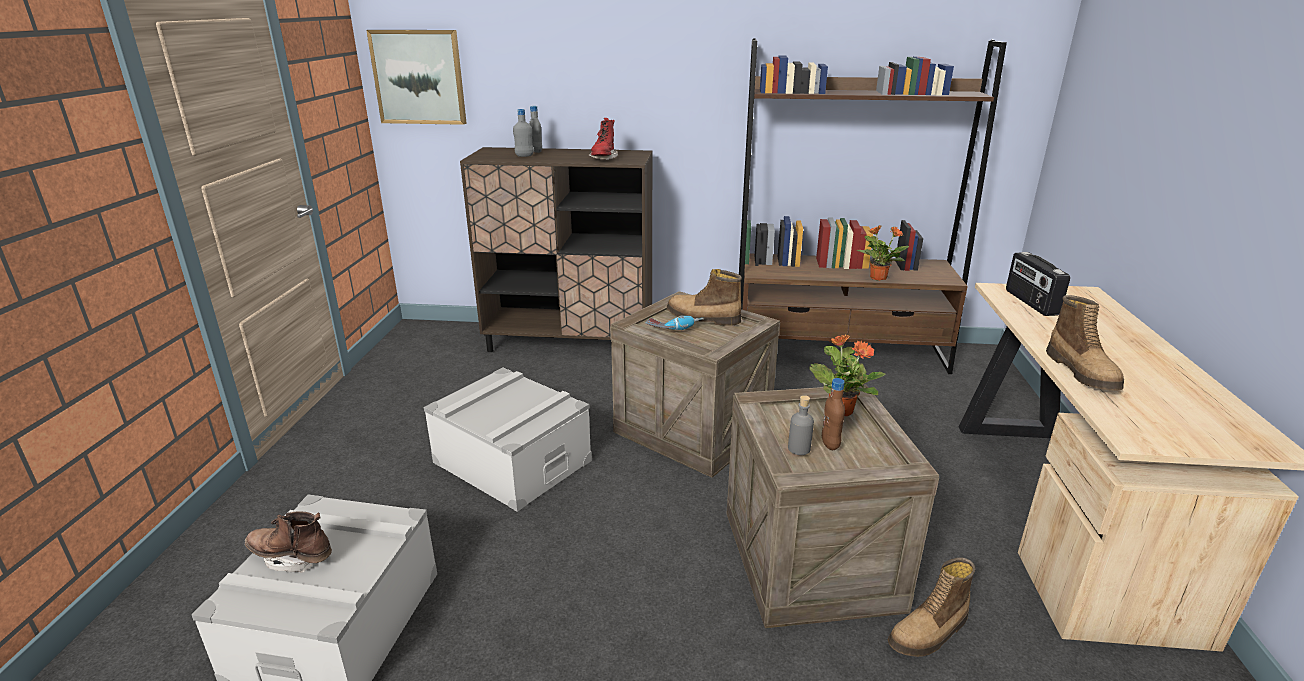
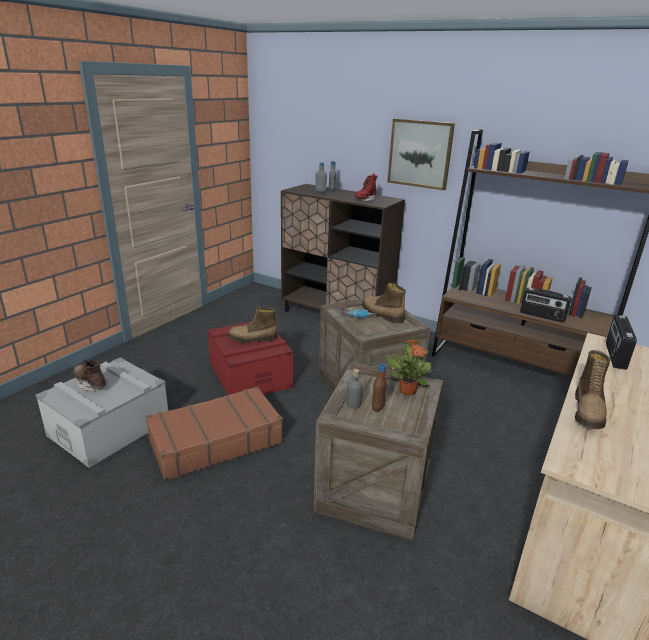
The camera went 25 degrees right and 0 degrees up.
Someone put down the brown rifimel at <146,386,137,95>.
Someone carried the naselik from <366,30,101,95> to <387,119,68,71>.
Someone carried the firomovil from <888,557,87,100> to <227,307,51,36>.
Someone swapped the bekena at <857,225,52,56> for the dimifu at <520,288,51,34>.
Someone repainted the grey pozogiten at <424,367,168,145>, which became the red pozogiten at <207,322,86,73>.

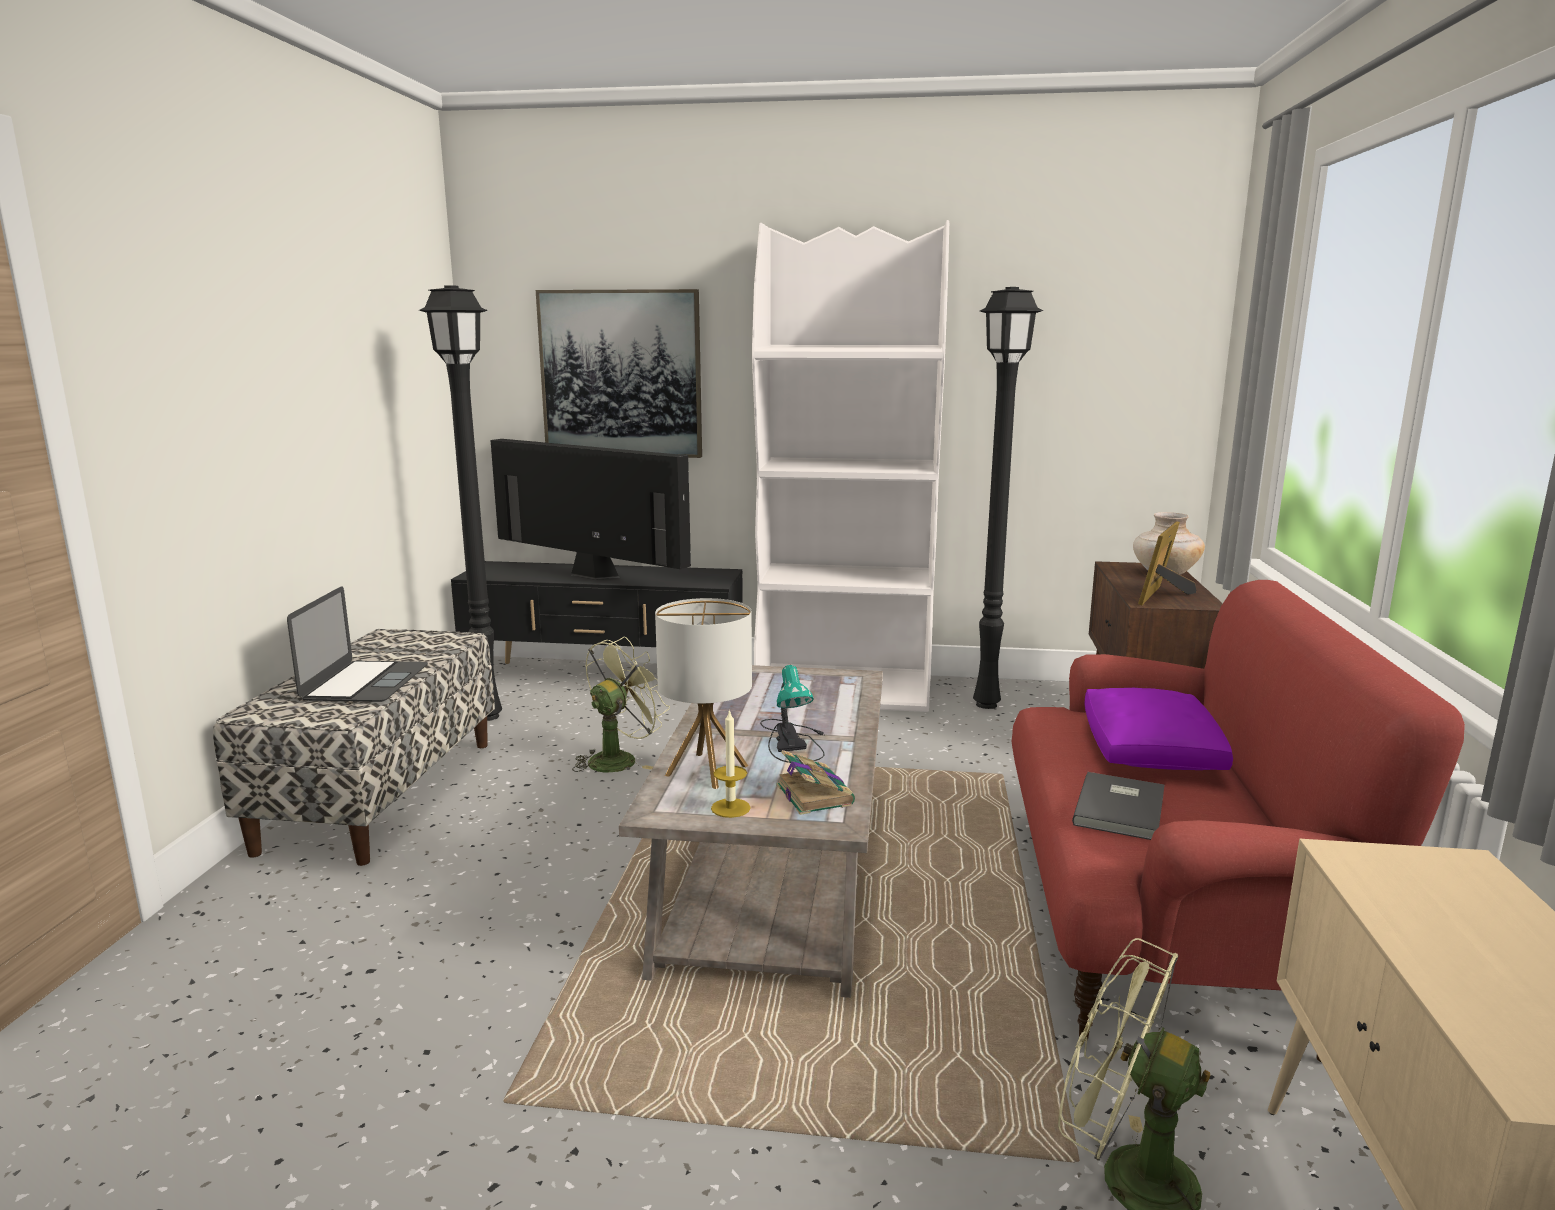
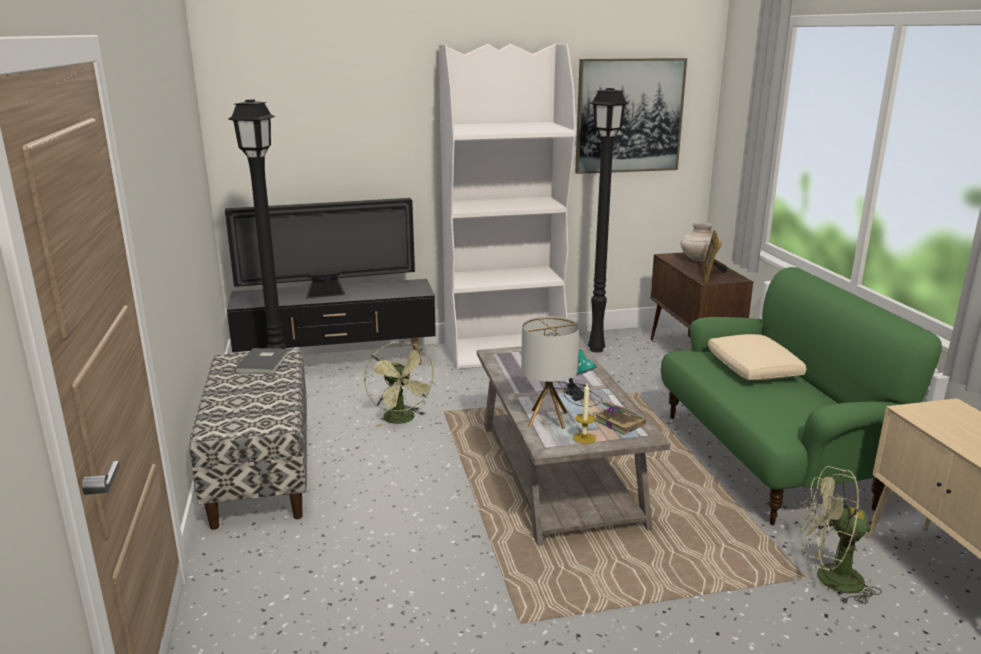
The camera went 20 degrees left and 5 degrees up.
Someone took away the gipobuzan at <287,586,141,116>.
Someone carried the naselik from <536,289,166,169> to <575,58,112,116>.
Someone carried the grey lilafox from <1072,772,92,68> to <234,348,55,26>.
Someone repainted the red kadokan at <1012,580,453,483>, which became the green kadokan at <661,267,281,258>.
Someone repainted the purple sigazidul at <1085,688,148,82>, which became the beige sigazidul at <708,334,99,46>.
Someone rotated the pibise at <490,439,201,141> by 150 degrees clockwise.
Someone rotated the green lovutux at <572,637,98,135> by 135 degrees clockwise.

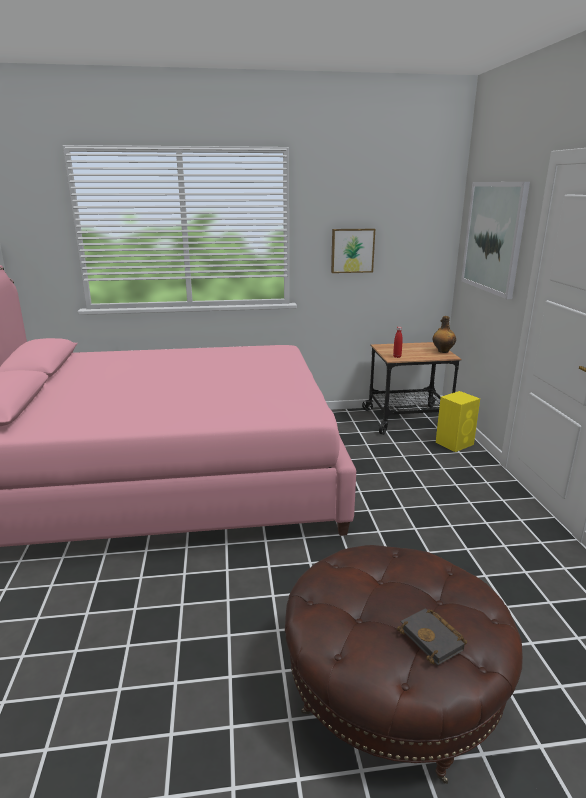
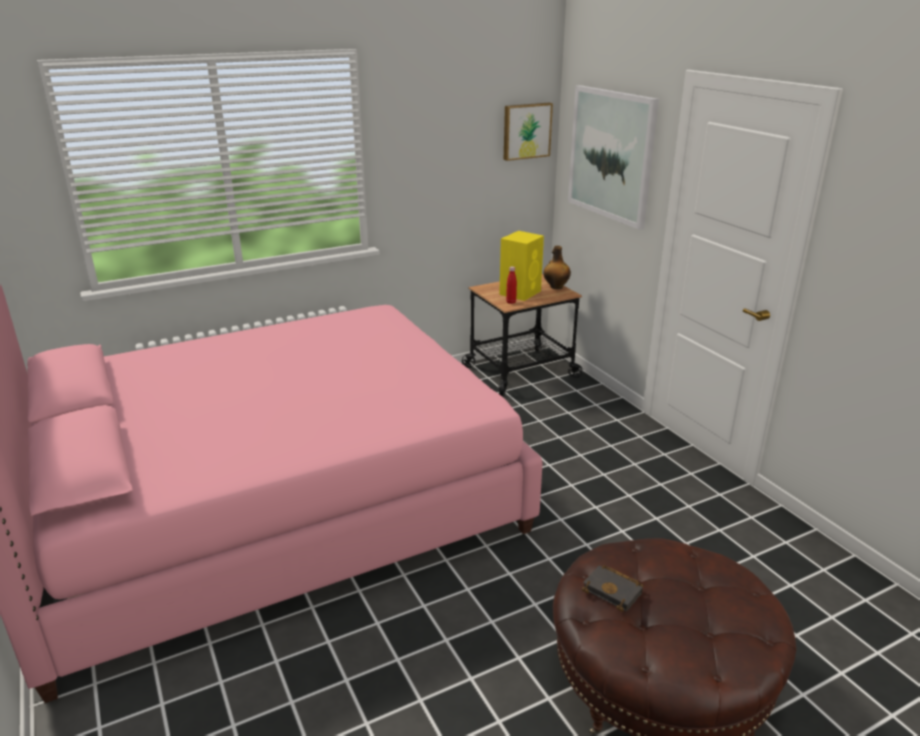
The camera went 20 degrees left and 5 degrees up.
Someone carried the naselik from <331,229,44,44> to <504,103,49,58>.
Someone carried the black lilafox from <397,608,70,57> to <582,565,61,47>.
Someone carried the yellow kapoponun from <436,391,44,61> to <499,231,45,70>.

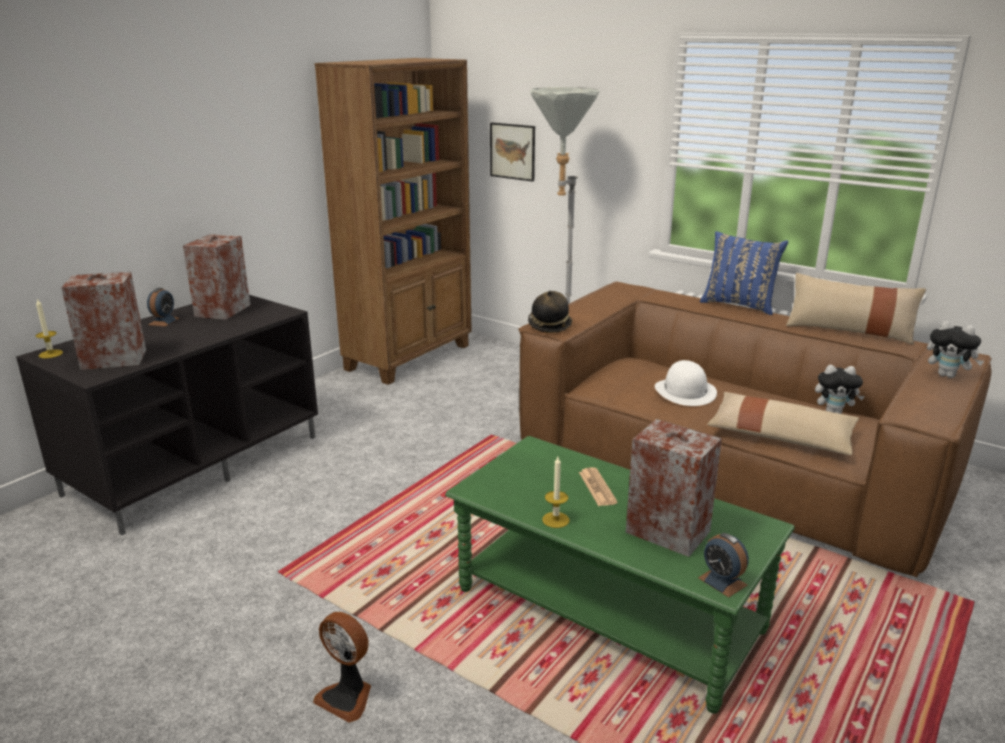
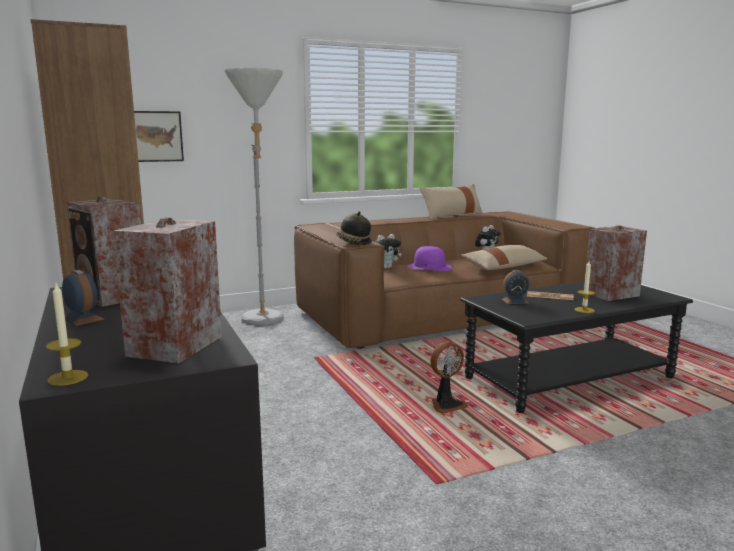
The camera went 60 degrees left and 10 degrees down.
Someone took away the blue sigazidul at <700,231,88,84>.
Someone carried the lovutux from <313,612,58,111> to <430,342,38,72>.
Someone carried the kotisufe from <698,533,51,64> to <501,270,29,34>.
Someone carried the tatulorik from <927,321,57,57> to <376,234,26,35>.
Someone repainted the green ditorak at <445,436,350,278>, which became the black ditorak at <460,281,233,132>.
Someone repainted the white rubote at <655,360,62,46>, which became the purple rubote at <407,246,45,25>.

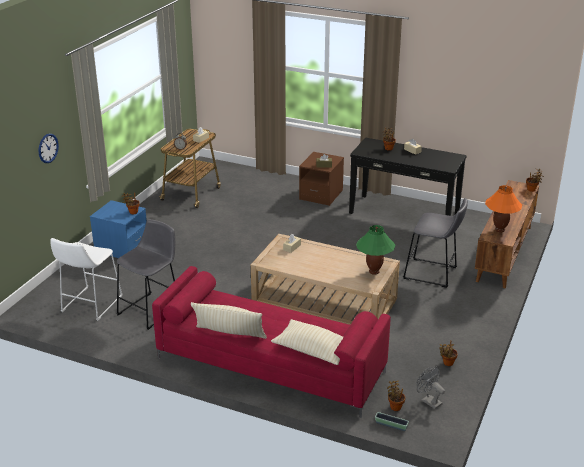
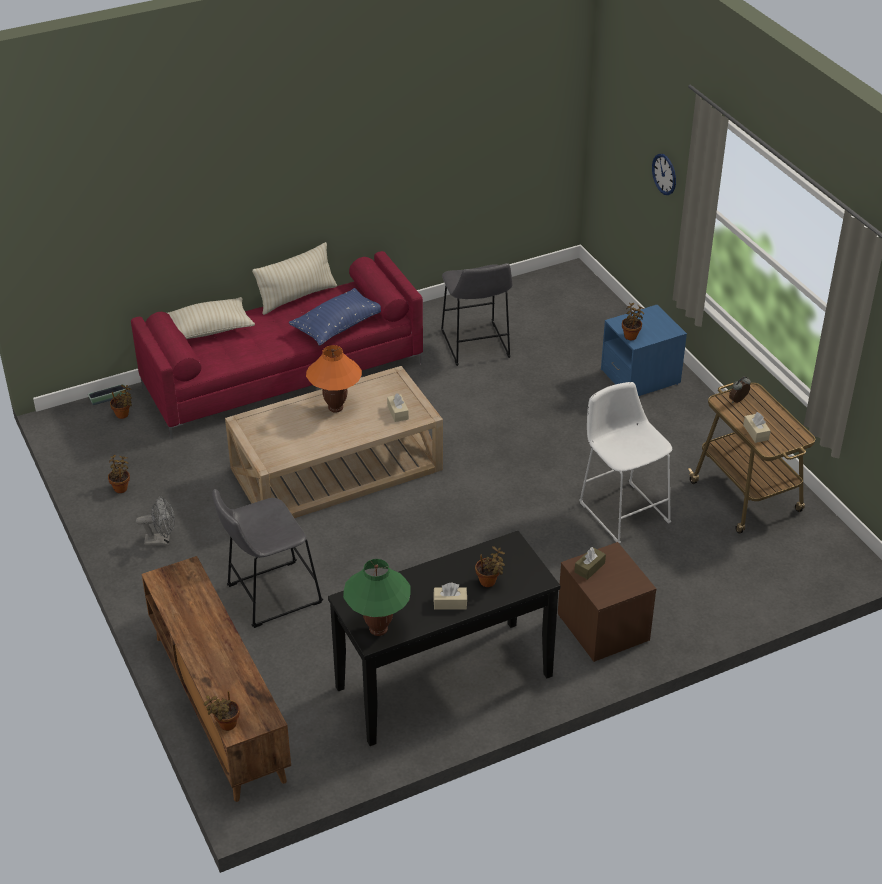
The camera went 130 degrees right and 10 degrees up.
Someone put down the blue sigazidul at <289,288,92,58>.
Someone carried the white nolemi from <50,238,73,83> to <579,382,93,162>.
Someone carried the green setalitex from <356,225,39,50> to <343,559,68,77>.
Someone carried the grey lovutux from <417,367,28,42> to <136,496,39,50>.
Someone carried the orange setalitex from <485,185,37,47> to <306,345,56,68>.

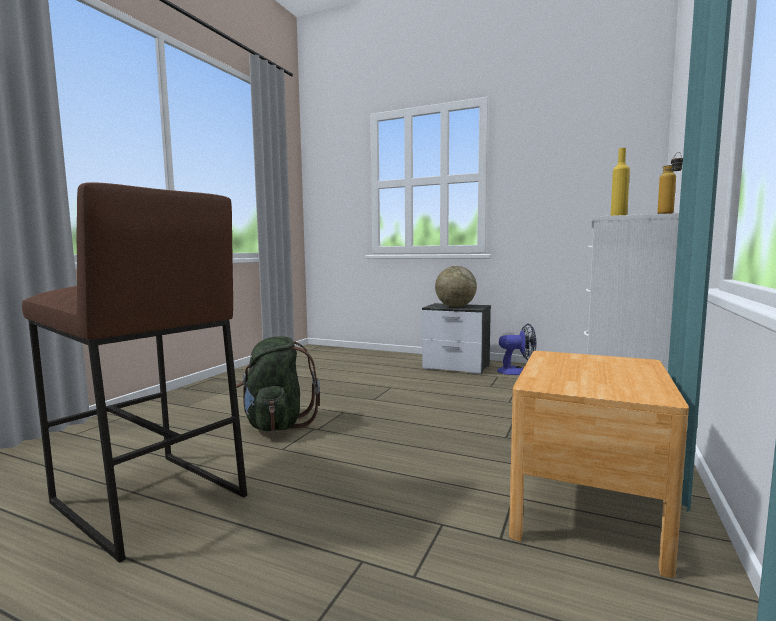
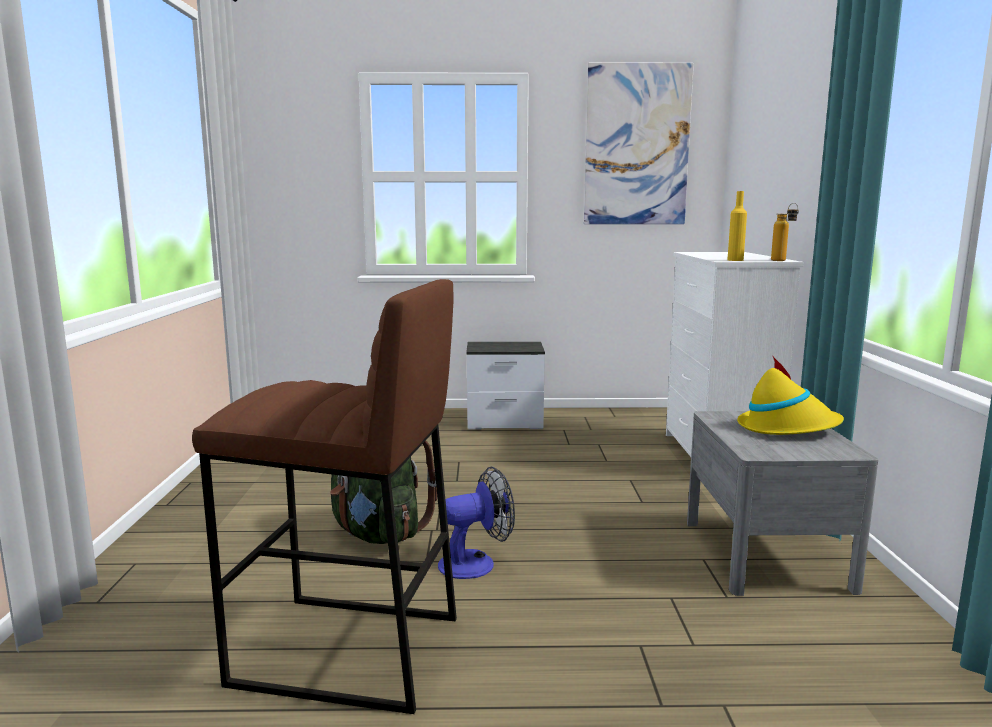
The camera went 25 degrees left and 5 degrees up.
Someone took away the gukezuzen at <435,266,42,41>.
Someone put up the naselik at <584,62,110,162>.
Someone put down the yellow rubote at <737,355,107,80>.
Someone carried the lovutux from <497,324,39,51> to <438,466,77,113>.
Someone repainted the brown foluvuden at <509,351,180,227>, which became the grey foluvuden at <687,411,191,185>.

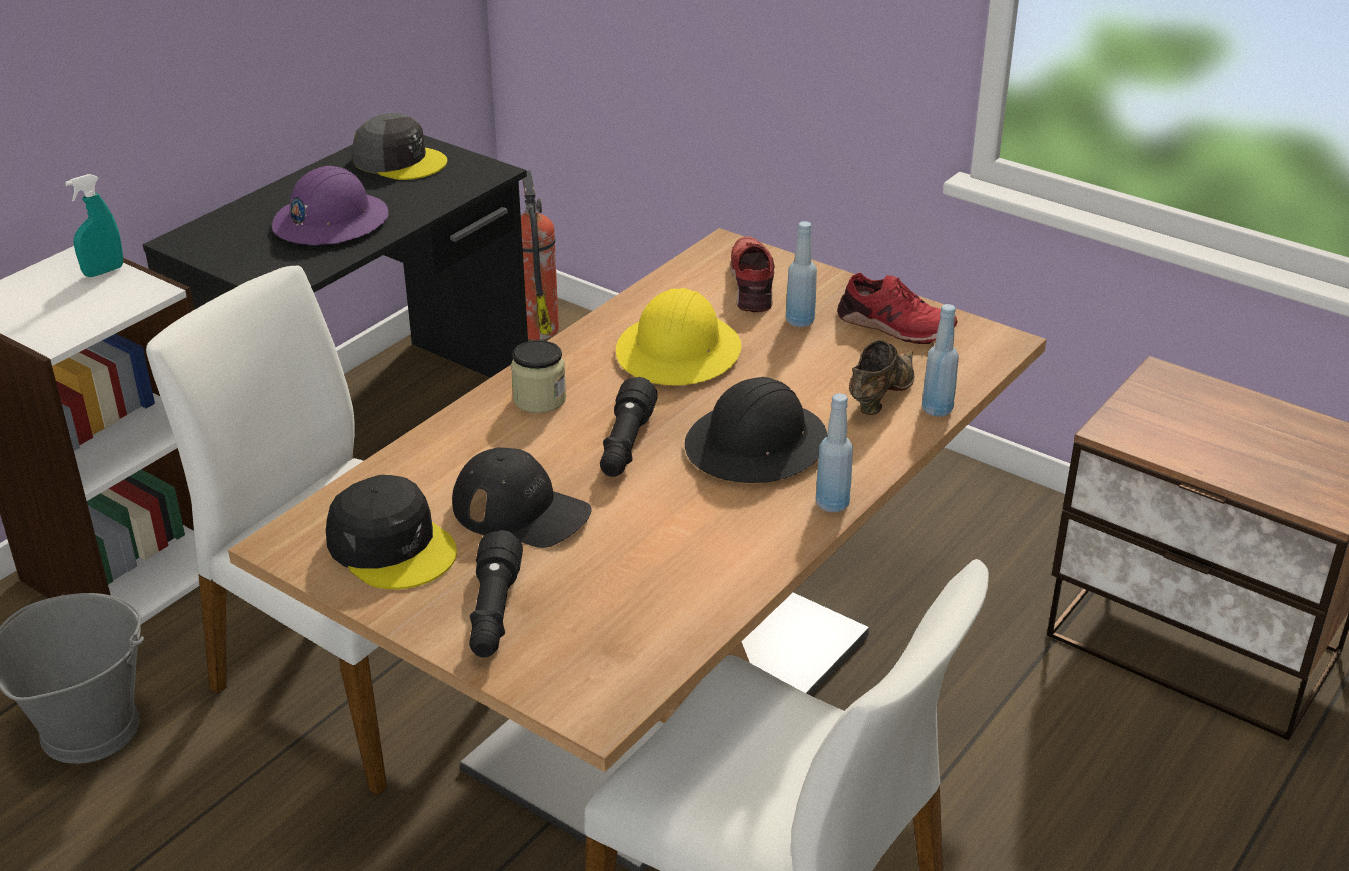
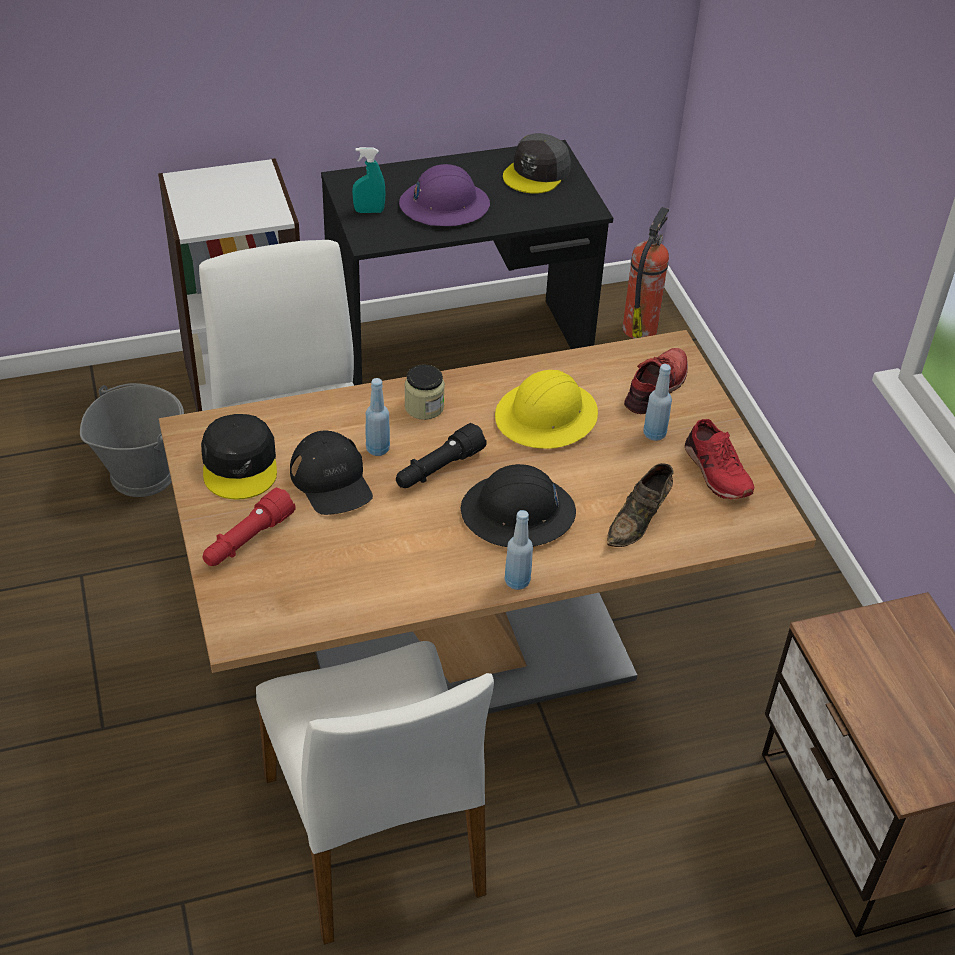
The camera went 35 degrees right and 10 degrees up.
Someone carried the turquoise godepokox from <65,174,58,103> to <352,147,34,66>.
Someone carried the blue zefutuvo from <922,304,37,113> to <365,378,25,78>.
Someone repainted the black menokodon at <469,530,54,128>, which became the red menokodon at <203,487,93,79>.
Someone rotated the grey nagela at <352,113,96,67> by 60 degrees clockwise.
Someone rotated the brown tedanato at <849,340,65,75> by 150 degrees clockwise.

